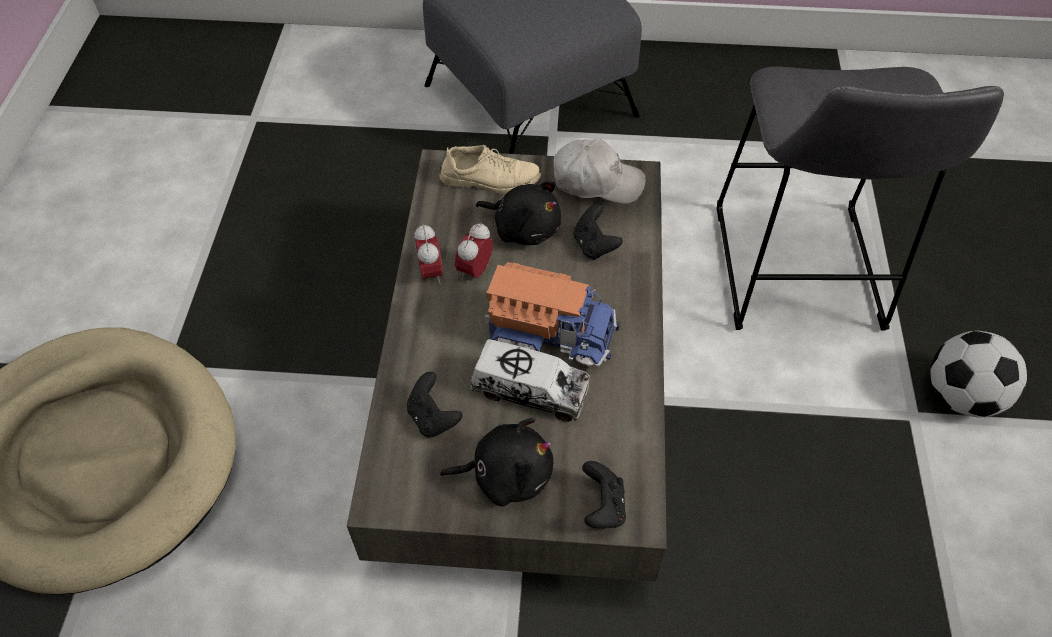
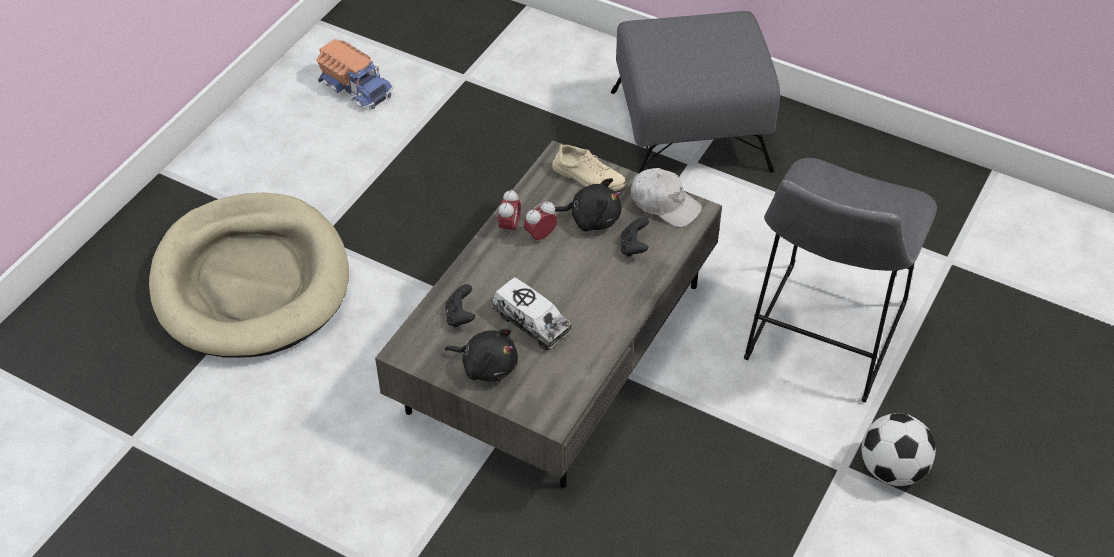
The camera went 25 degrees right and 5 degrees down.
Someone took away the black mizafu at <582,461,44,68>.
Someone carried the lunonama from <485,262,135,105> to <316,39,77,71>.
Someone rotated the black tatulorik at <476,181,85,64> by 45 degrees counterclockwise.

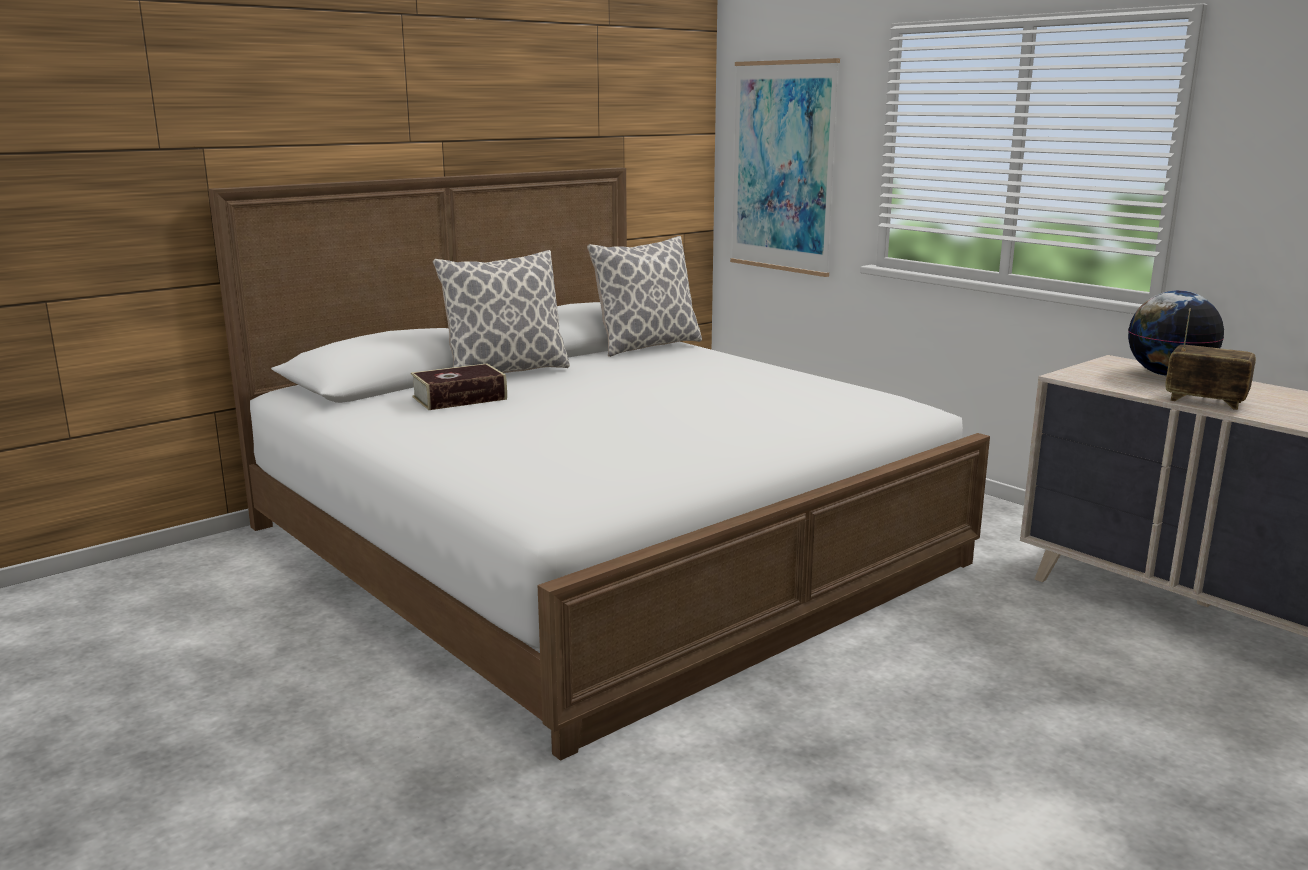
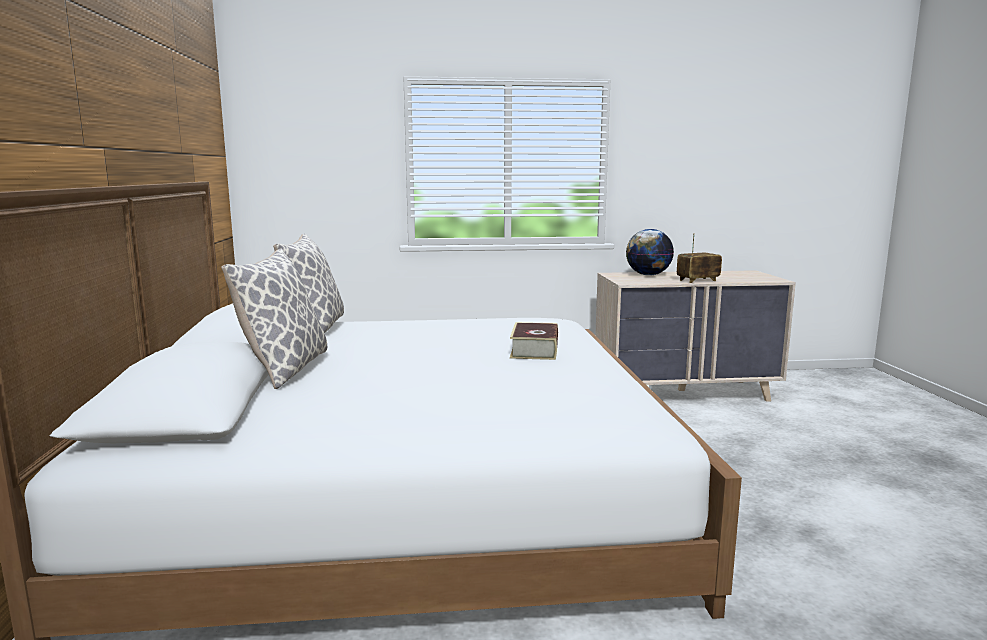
The camera went 55 degrees left and 5 degrees down.
Someone took away the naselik at <730,58,110,219>.
Someone carried the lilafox from <411,363,96,47> to <510,322,48,38>.

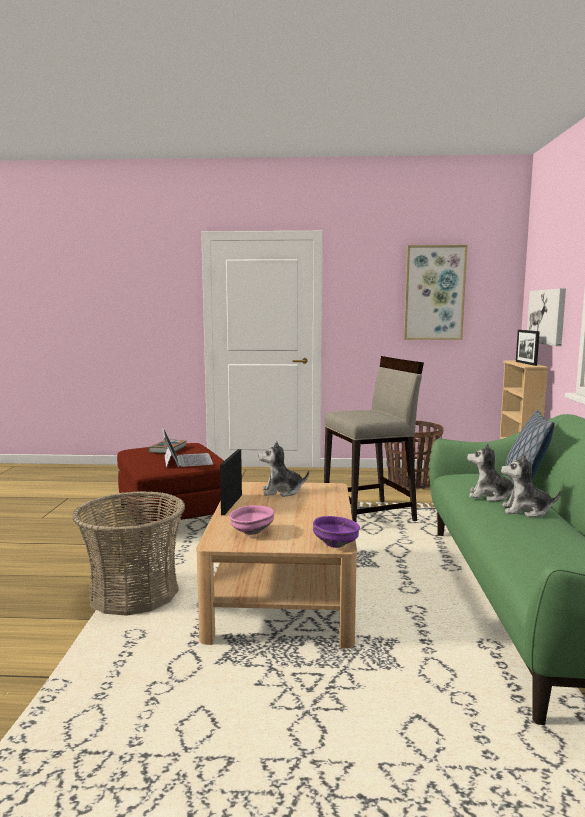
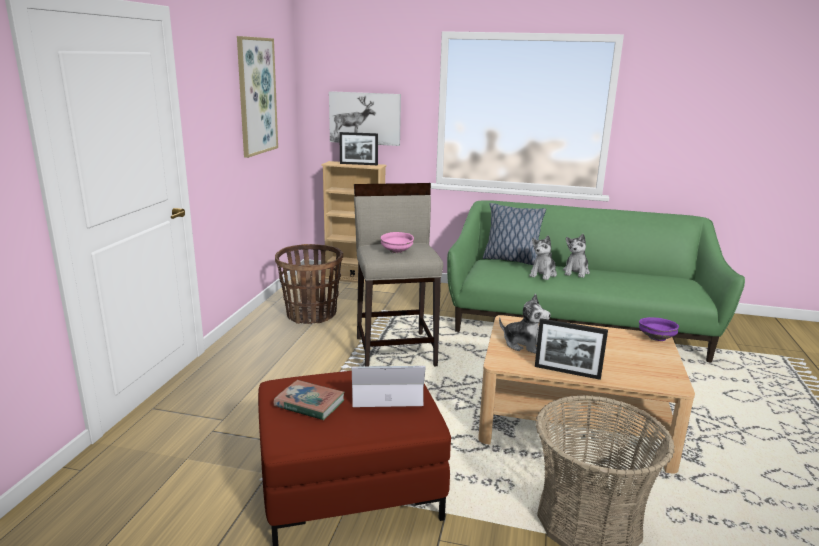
The camera went 80 degrees left and 10 degrees up.
Someone carried the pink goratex from <229,505,45,30> to <381,232,33,21>.
Someone rotated the tatulorik at <258,441,51,56> by 60 degrees counterclockwise.

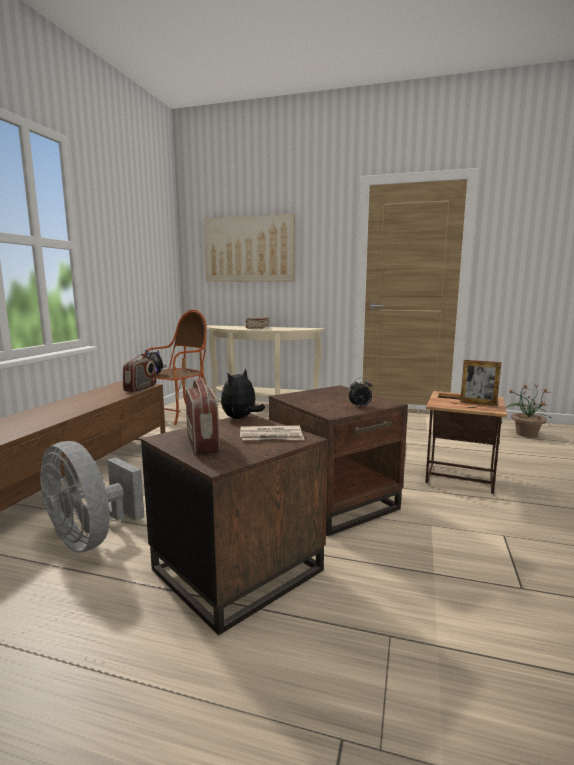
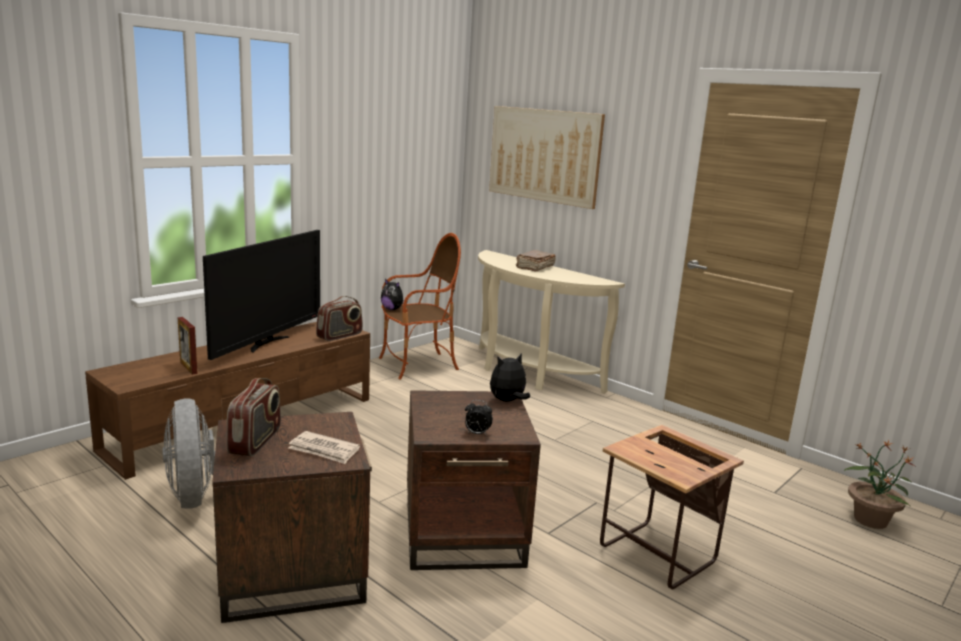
The camera went 25 degrees right and 5 degrees up.
Someone put down the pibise at <203,230,117,130>.
Someone carried the tatulorik from <221,369,44,50> to <490,353,40,49>.
Someone carried the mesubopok from <460,360,41,46> to <177,317,21,58>.

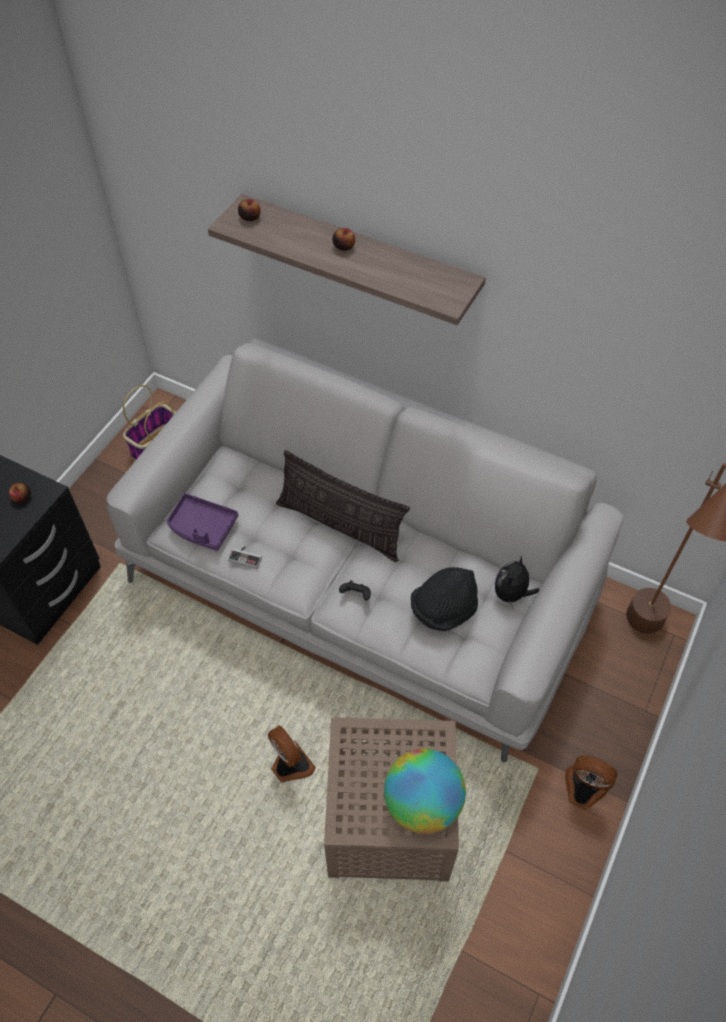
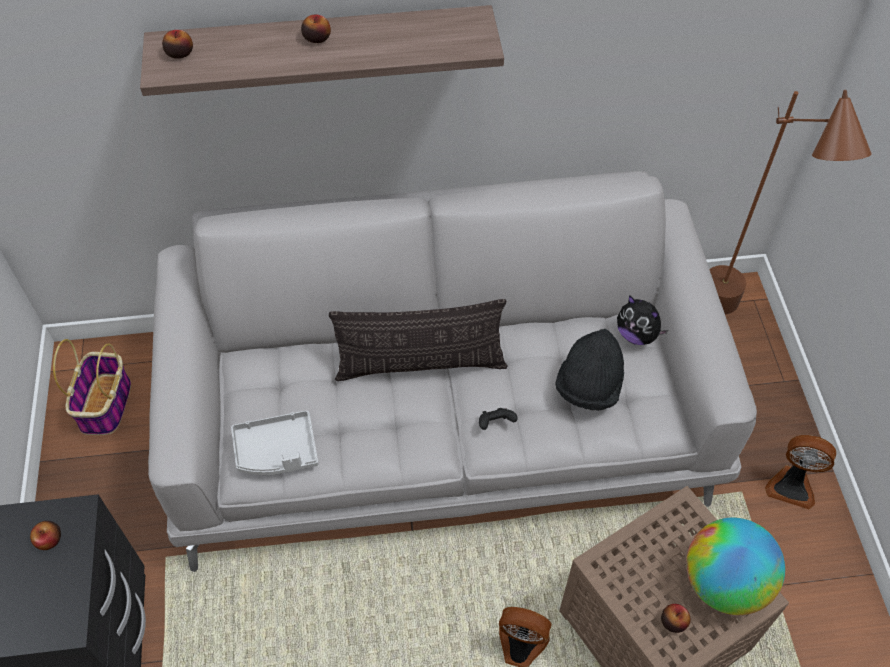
The camera went 35 degrees left and 0 degrees up.
Someone took away the mizafu at <228,547,34,22>.
Someone put down the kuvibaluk at <661,604,29,29>.
Someone repainted the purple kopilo at <167,493,71,58>, which became the grey kopilo at <231,410,87,65>.
Someone rotated the tatulorik at <495,556,44,53> by 45 degrees counterclockwise.
Someone rotated the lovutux at <565,755,53,55> by 150 degrees counterclockwise.

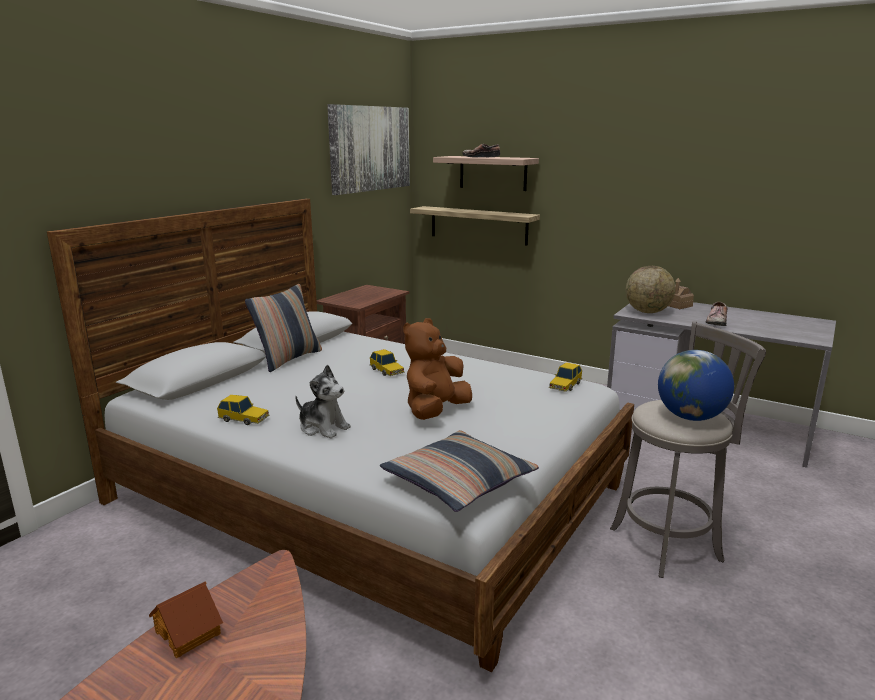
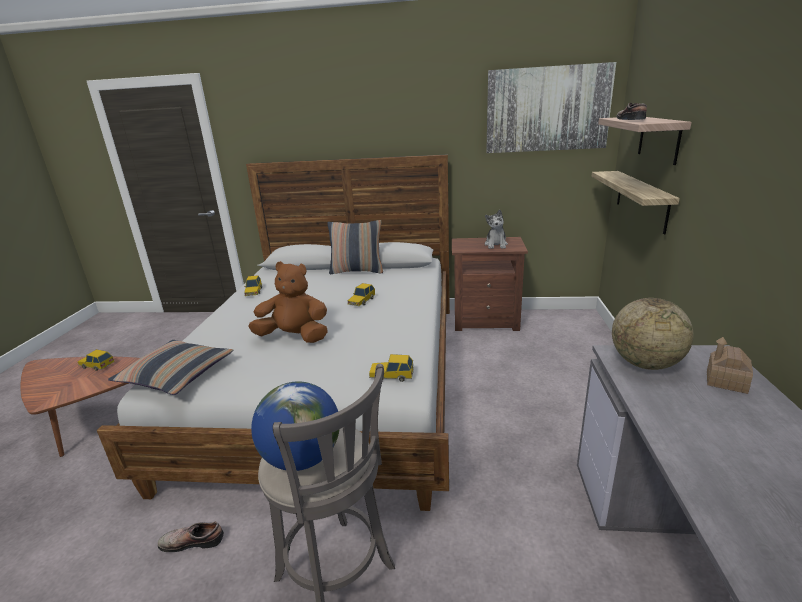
The camera went 65 degrees right and 5 degrees up.
Someone carried the tatulorik from <295,365,56,74> to <484,210,24,39>.
Someone carried the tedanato from <706,302,22,24> to <158,521,66,31>.
Someone swapped the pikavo at <149,581,74,77> for the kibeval at <78,349,37,22>.

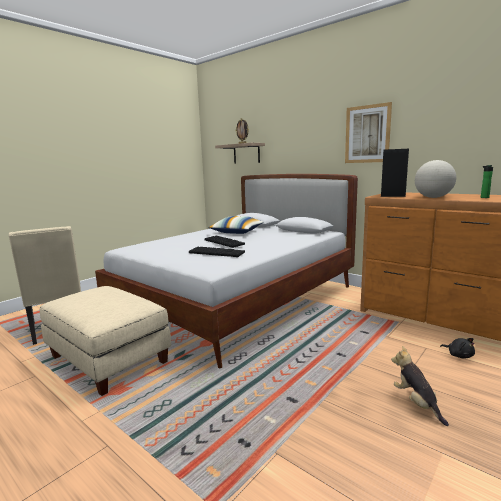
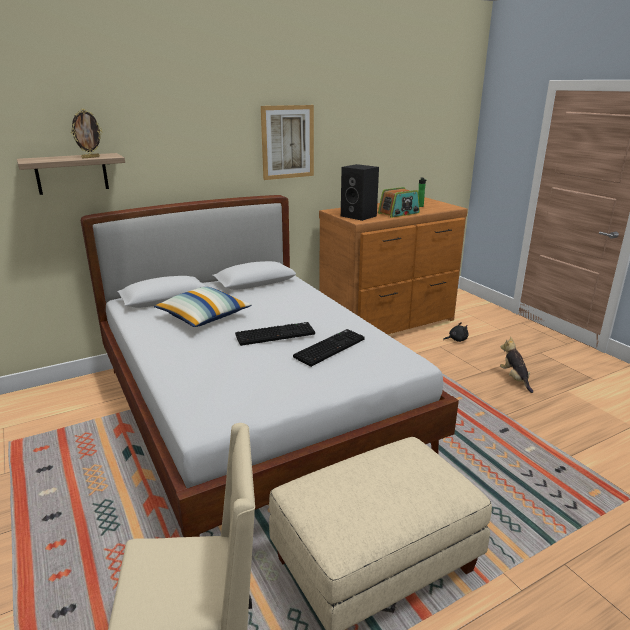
The camera went 70 degrees left and 10 degrees up.
Someone swapped the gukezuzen at <415,160,41,38> for the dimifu at <378,187,42,31>.
Someone rotated the tatulorik at <391,346,58,80> by 75 degrees clockwise.

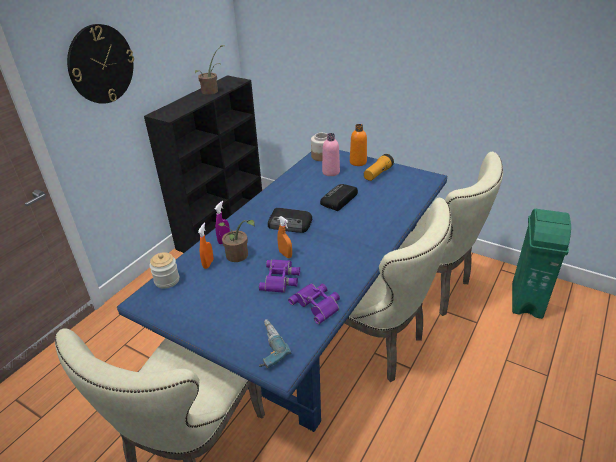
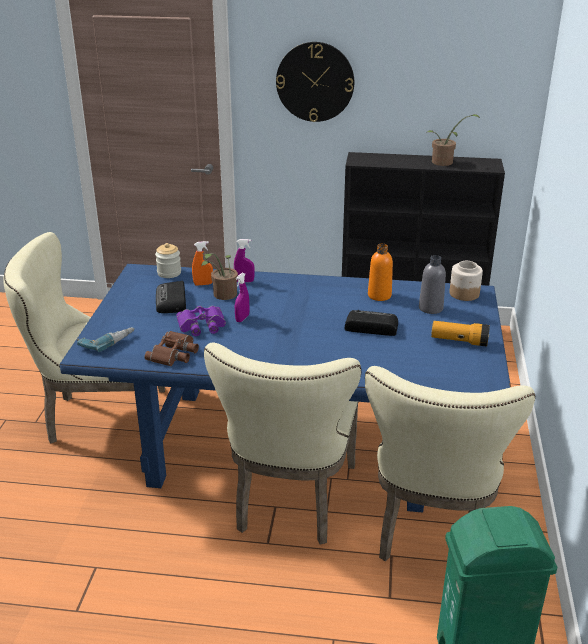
The camera went 65 degrees right and 5 degrees down.
Someone carried the dimifu from <268,208,44,25> to <156,281,30,32>.
Someone carried the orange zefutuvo from <350,124,17,42> to <368,244,25,57>.
Someone repainted the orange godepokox at <277,216,15,42>, which became the purple godepokox at <235,273,15,49>.
Someone repainted the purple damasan at <288,284,52,40>, which became the brown damasan at <144,331,55,35>.
Someone repainted the pink zefutuvo at <322,133,18,43>, which became the grey zefutuvo at <419,255,27,59>.

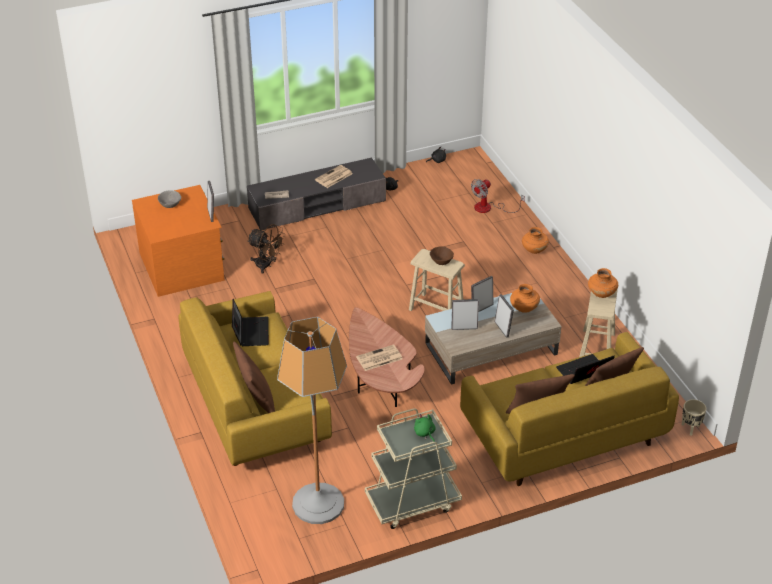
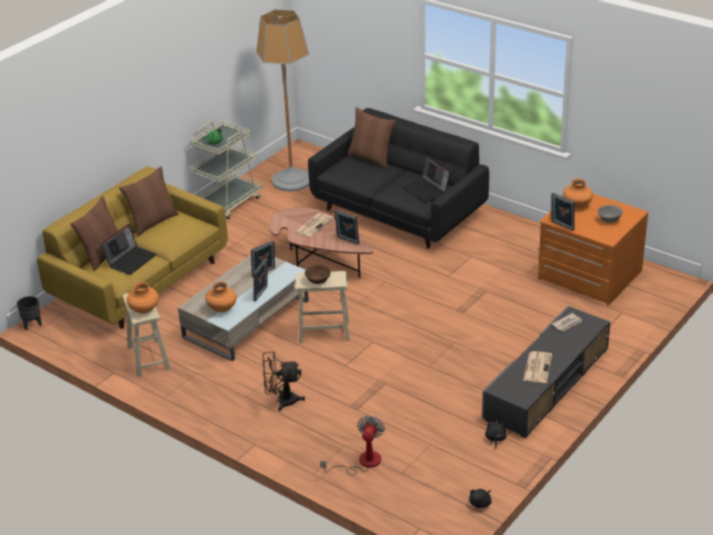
The camera went 150 degrees right and 5 degrees down.
Someone carried the brown lovutux from <247,224,38,49> to <263,351,42,60>.
Someone carried the mesubopok from <495,294,19,44> to <334,210,26,34>.
Someone carried the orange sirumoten from <522,227,27,27> to <563,179,30,29>.
Someone repainted the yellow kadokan at <179,291,153,175>, which became the black kadokan at <308,108,181,141>.
Someone repainted the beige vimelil at <682,399,25,37>, which became the black vimelil at <17,296,25,34>.

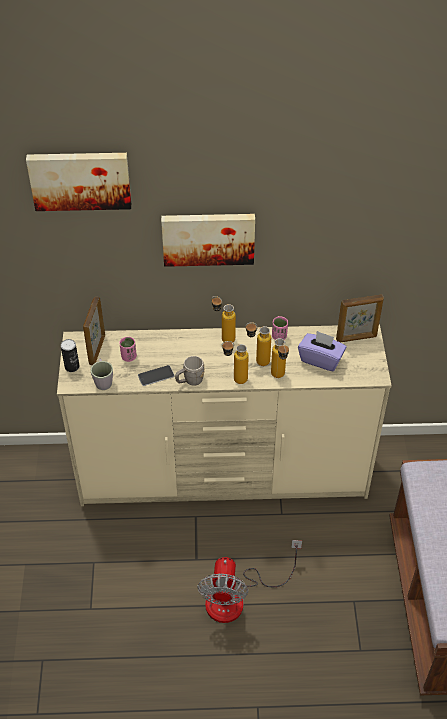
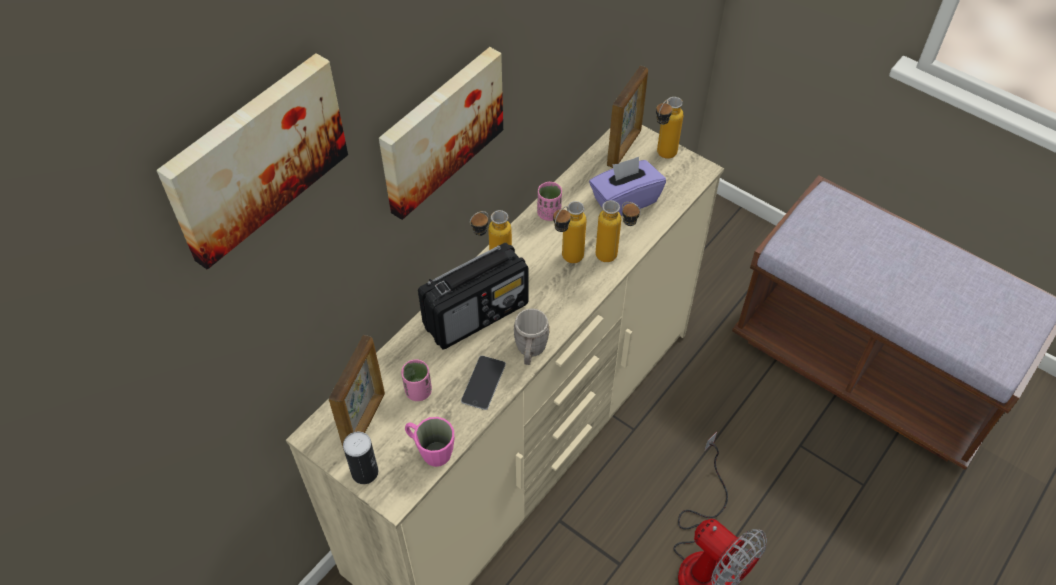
The camera went 50 degrees left and 5 degrees up.
Someone put down the dimifu at <418,243,110,107>.
Someone carried the zefutuvo from <222,341,27,43> to <656,97,27,62>.
Someone repainted the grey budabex at <90,359,23,31>, which became the pink budabex at <405,417,49,50>.
Someone rotated the mesubopok at <83,297,22,68> by 120 degrees counterclockwise.

